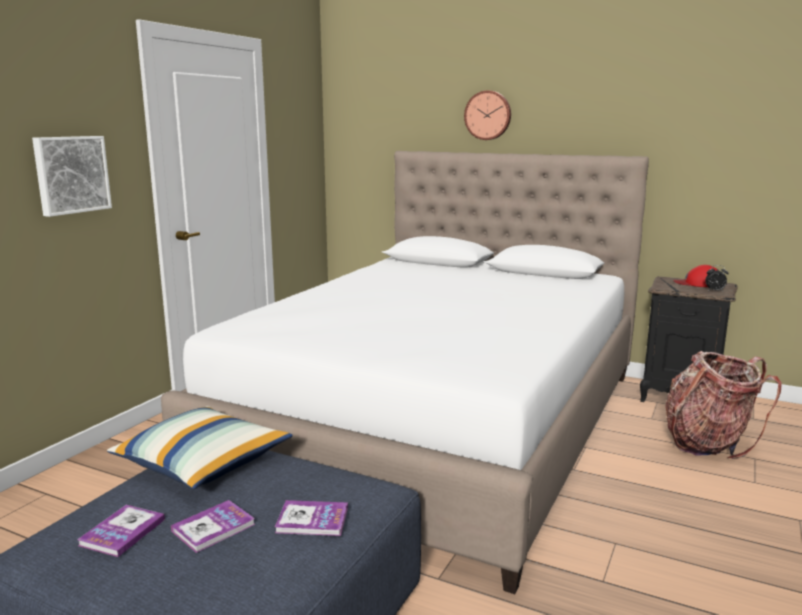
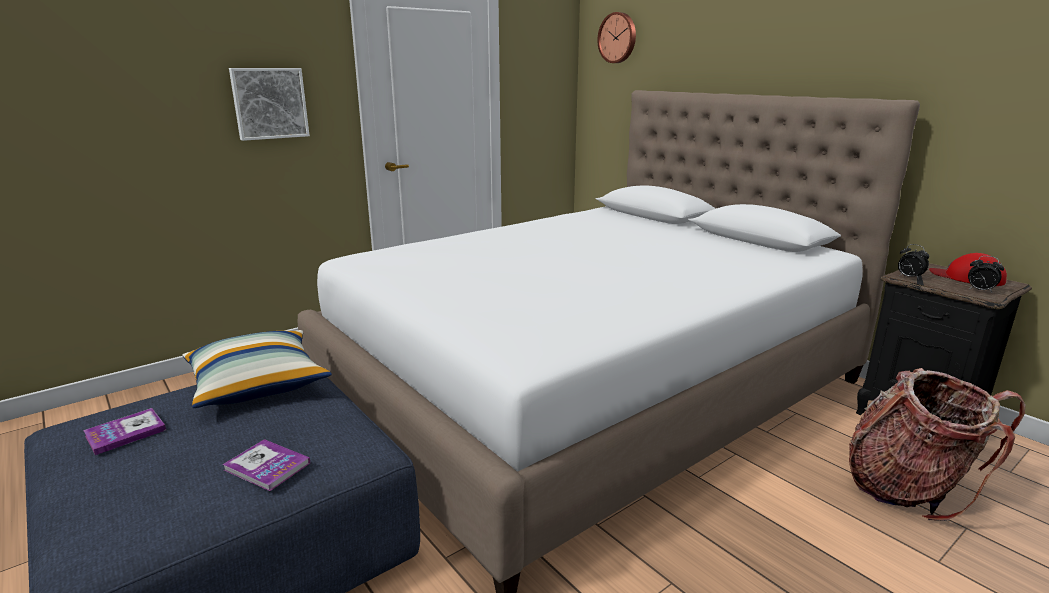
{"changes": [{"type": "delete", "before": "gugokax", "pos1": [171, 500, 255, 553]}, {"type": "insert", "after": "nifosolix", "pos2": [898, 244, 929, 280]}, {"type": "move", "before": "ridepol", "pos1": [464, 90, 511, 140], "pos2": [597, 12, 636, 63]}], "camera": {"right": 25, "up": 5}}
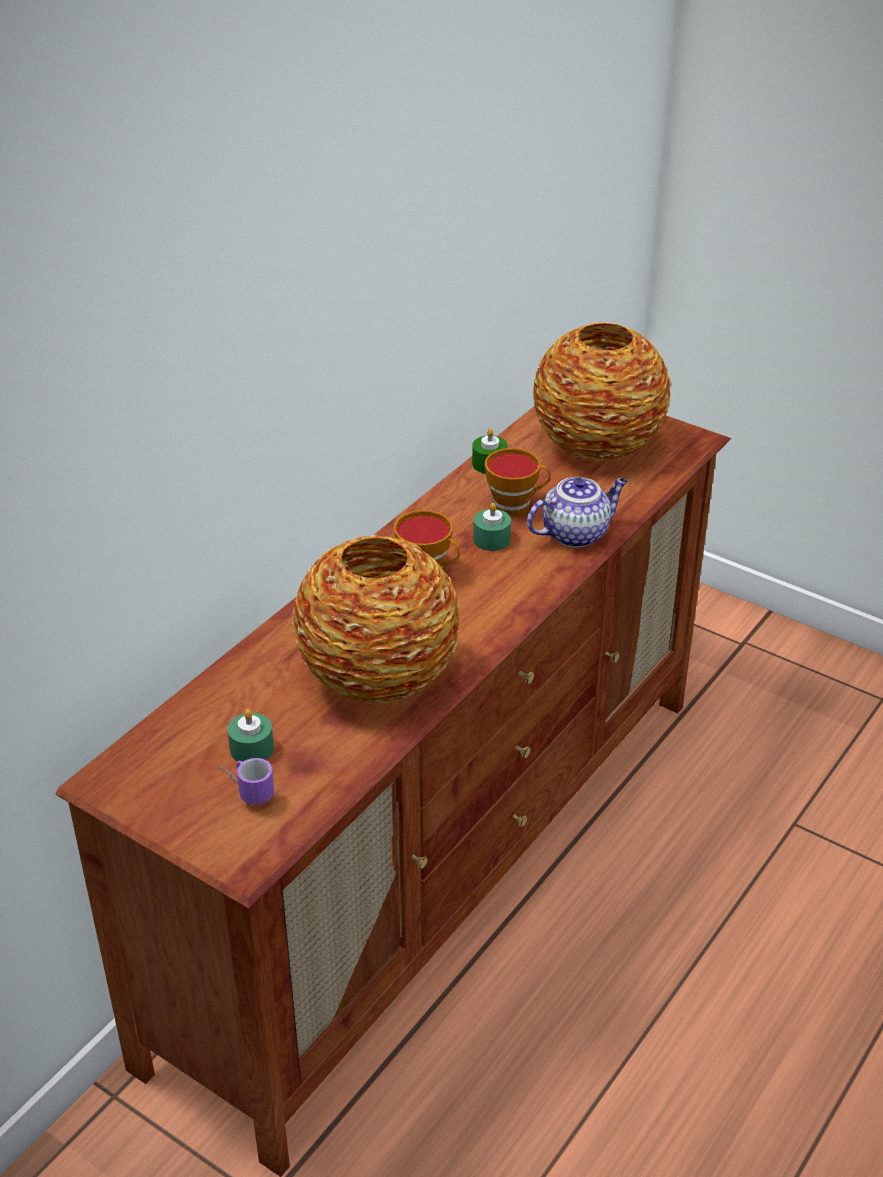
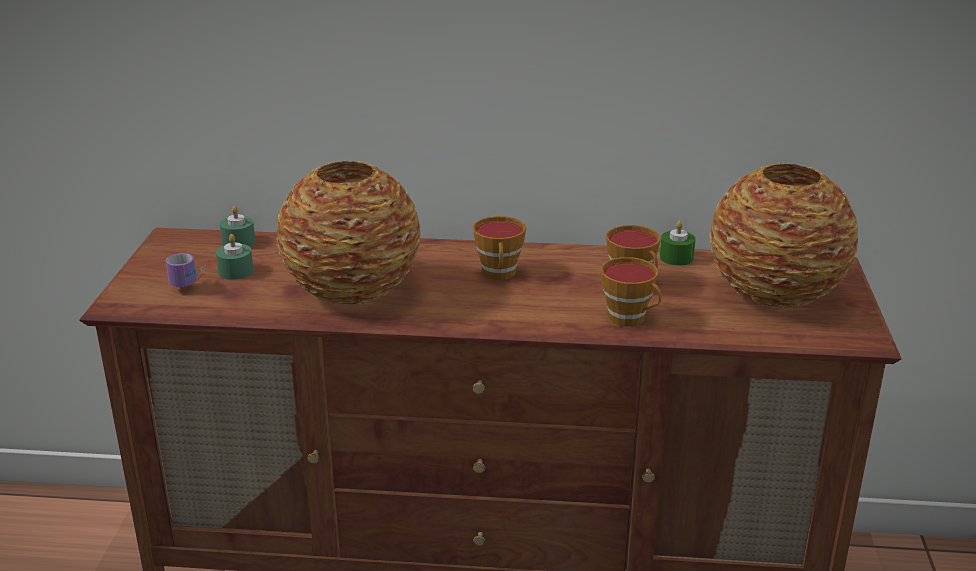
{"changes": [{"type": "move", "before": "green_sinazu", "pos1": [473, 503, 511, 551], "pos2": [220, 206, 255, 247]}, {"type": "replace", "before": "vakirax", "after": "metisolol", "pos1": [527, 477, 628, 548], "pos2": [600, 257, 662, 327]}], "camera": {"right": 60, "up": -10}}
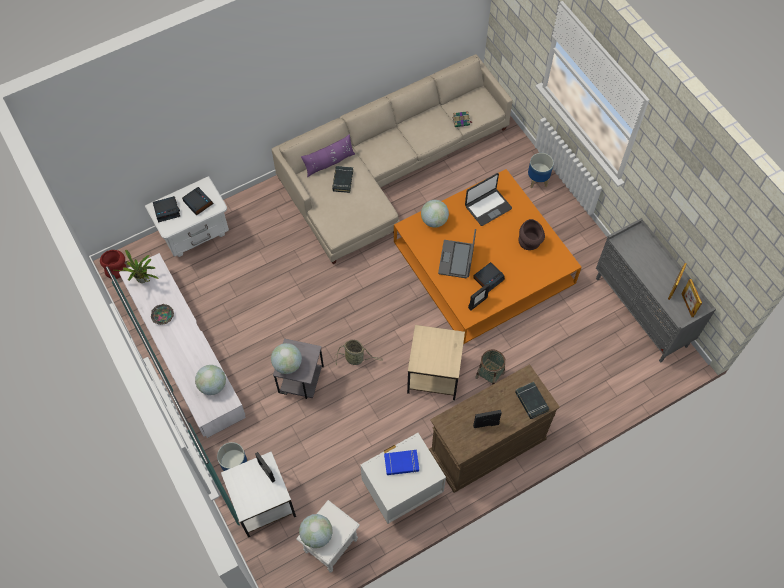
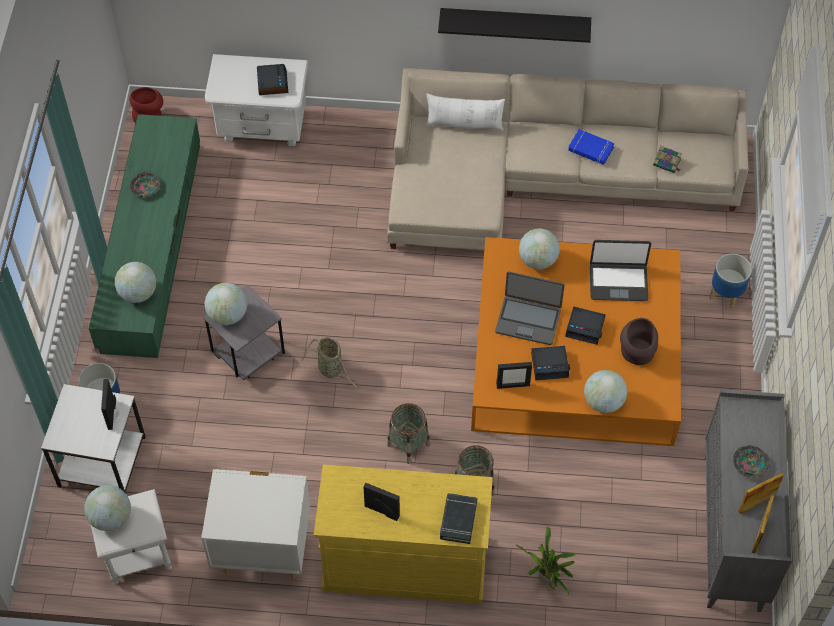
{"changes": [{"type": "delete", "before": "black_gugokax", "pos1": [332, 166, 353, 193]}, {"type": "insert", "after": "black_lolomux", "pos2": [438, 8, 591, 43]}, {"type": "insert", "after": "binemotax", "pos2": [584, 370, 627, 413]}, {"type": "insert", "after": "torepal", "pos2": [733, 445, 770, 478]}, {"type": "move", "before": "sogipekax", "pos1": [114, 250, 159, 283], "pos2": [516, 527, 575, 594]}, {"type": "move", "before": "nifosolix", "pos1": [153, 196, 180, 223], "pos2": [565, 306, 606, 345]}, {"type": "move", "before": "blue_gugokax", "pos1": [384, 450, 419, 475], "pos2": [568, 129, 615, 165]}, {"type": "replace", "before": "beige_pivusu", "after": "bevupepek", "pos1": [407, 325, 465, 400], "pos2": [387, 403, 430, 464]}, {"type": "recolor", "before": "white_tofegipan", "after": "green_tofegipan", "pos1": [119, 253, 246, 438], "pos2": [89, 114, 200, 358]}, {"type": "recolor", "before": "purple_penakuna", "after": "white_penakuna", "pos1": [301, 134, 355, 177], "pos2": [426, 93, 505, 131]}, {"type": "recolor", "before": "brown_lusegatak", "after": "yellow_lusegatak", "pos1": [429, 364, 560, 493], "pos2": [314, 464, 493, 604]}, {"type": "rotate", "before": "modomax", "pos1": [438, 229, 476, 278], "pos2": [495, 271, 565, 345], "turn": -120}], "camera": {"right": 35, "up": -5}}
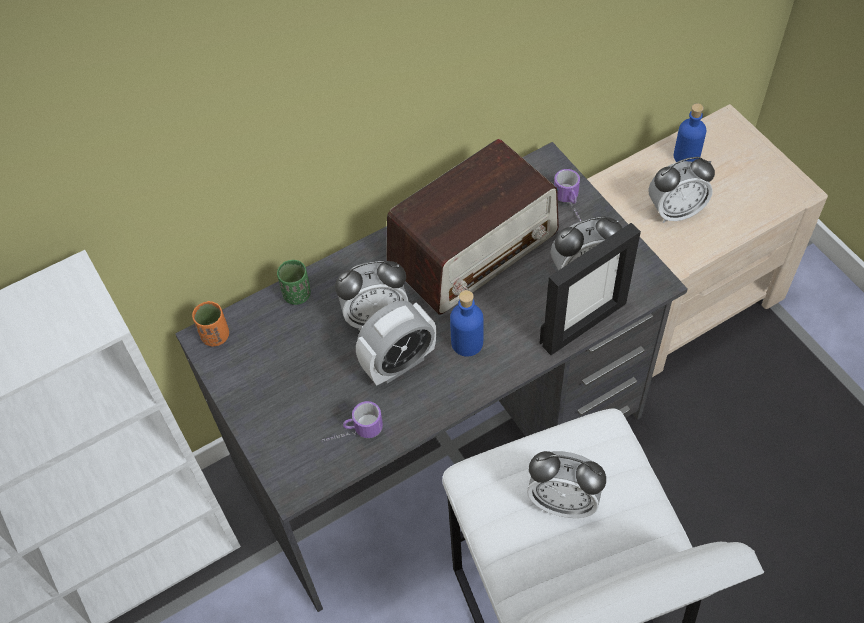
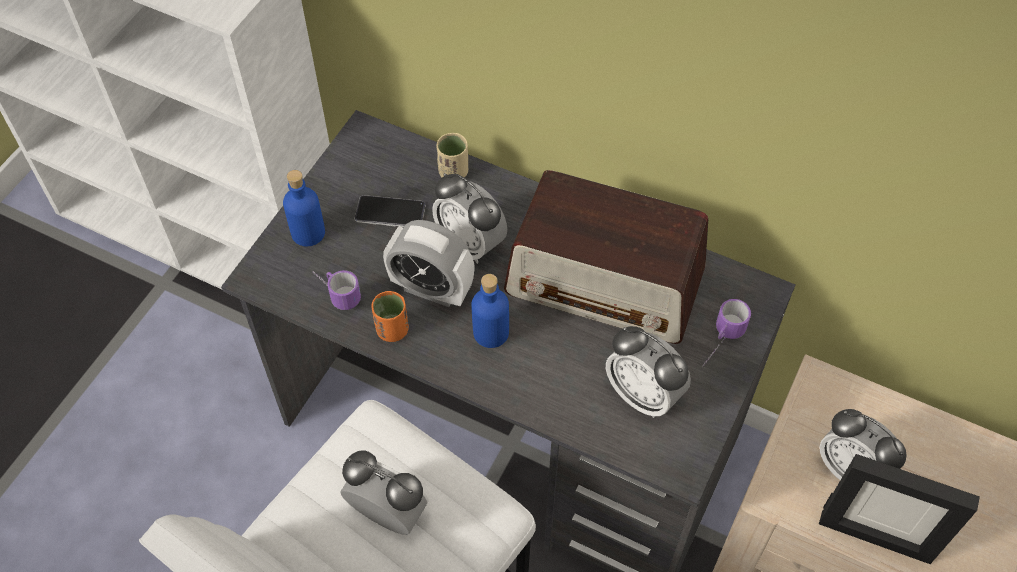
{"changes": [{"type": "insert", "after": "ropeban", "pos2": [355, 195, 426, 227]}, {"type": "move", "before": "orange_metisolol", "pos1": [192, 301, 229, 346], "pos2": [372, 291, 409, 342]}, {"type": "move", "before": "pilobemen", "pos1": [539, 223, 641, 355], "pos2": [819, 454, 980, 564]}, {"type": "move", "before": "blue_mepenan", "pos1": [674, 103, 706, 162], "pos2": [283, 170, 325, 246]}, {"type": "recolor", "before": "green_metisolol", "after": "beige_metisolol", "pos1": [277, 260, 311, 305], "pos2": [437, 133, 468, 178]}, {"type": "rotate", "before": "nifosolix", "pos1": [527, 451, 606, 518], "pos2": [340, 451, 429, 535], "turn": 135}], "camera": {"right": 55, "up": 0}}
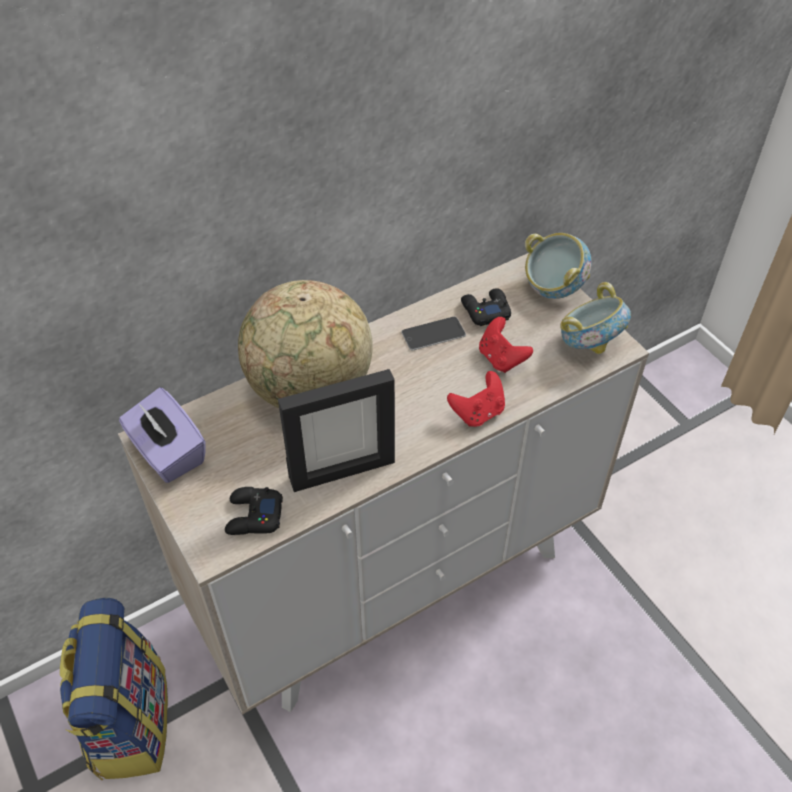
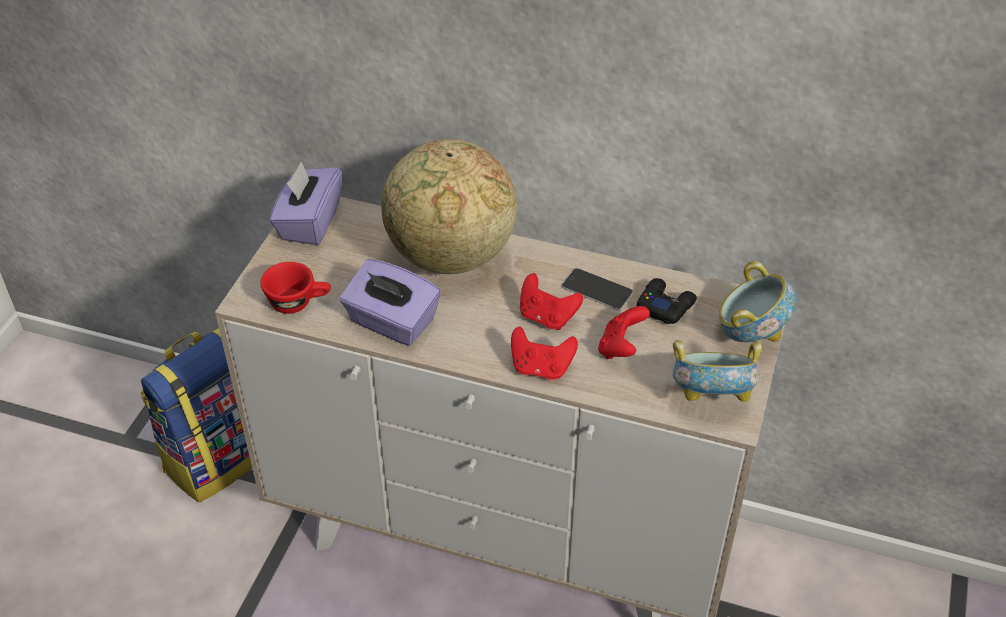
{"changes": [{"type": "insert", "after": "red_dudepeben", "pos2": [520, 273, 583, 330]}, {"type": "replace", "before": "black_dudepeben", "after": "red_metisolol", "pos1": [225, 487, 283, 535], "pos2": [260, 262, 331, 314]}, {"type": "replace", "before": "pilobemen", "after": "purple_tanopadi", "pos1": [278, 369, 395, 492], "pos2": [340, 259, 441, 346]}], "camera": {"right": 50, "up": -5}}
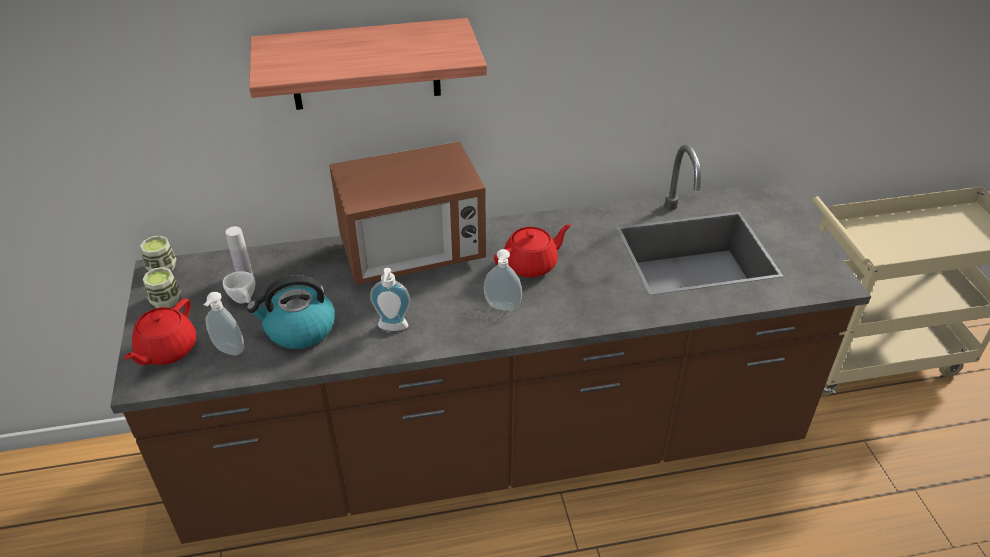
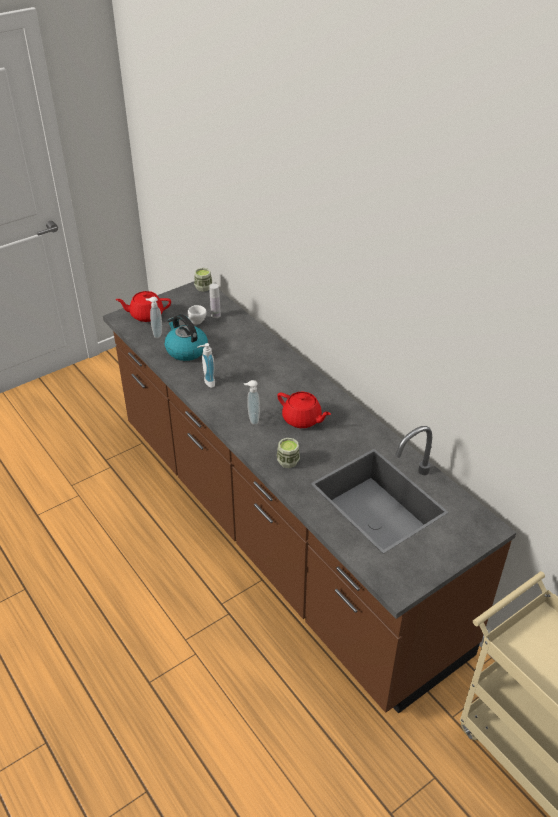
{"changes": [{"type": "delete", "before": "lolomux", "pos1": [249, 18, 487, 110]}, {"type": "delete", "before": "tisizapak", "pos1": [329, 141, 486, 285]}, {"type": "move", "before": "metisolol", "pos1": [143, 267, 181, 308], "pos2": [277, 438, 300, 468]}], "camera": {"right": 65, "up": 0}}
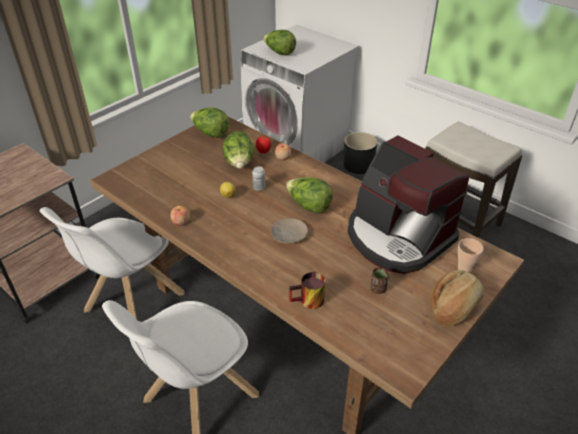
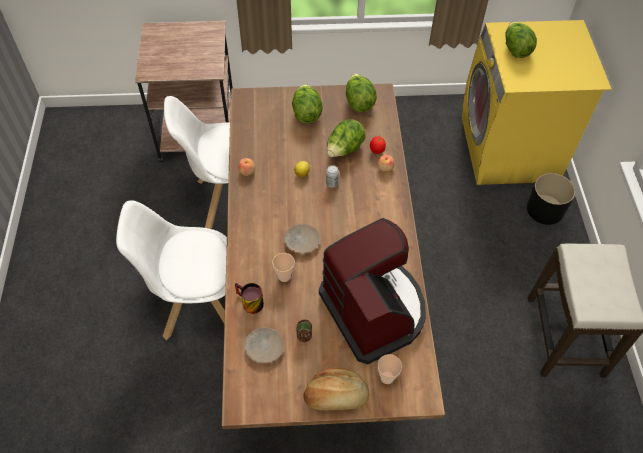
{"changes": [{"type": "insert", "after": "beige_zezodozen", "pos2": [244, 328, 284, 363]}, {"type": "insert", "after": "metisolol", "pos2": [272, 253, 295, 282]}, {"type": "move", "before": "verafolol", "pos1": [286, 177, 333, 214], "pos2": [292, 84, 323, 124]}, {"type": "recolor", "before": "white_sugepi", "after": "yellow_sugepi", "pos1": [241, 25, 359, 163], "pos2": [462, 20, 612, 185]}, {"type": "rotate", "before": "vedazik", "pos1": [348, 135, 469, 274], "pos2": [319, 218, 426, 364], "turn": 150}], "camera": {"right": 45, "up": 15}}
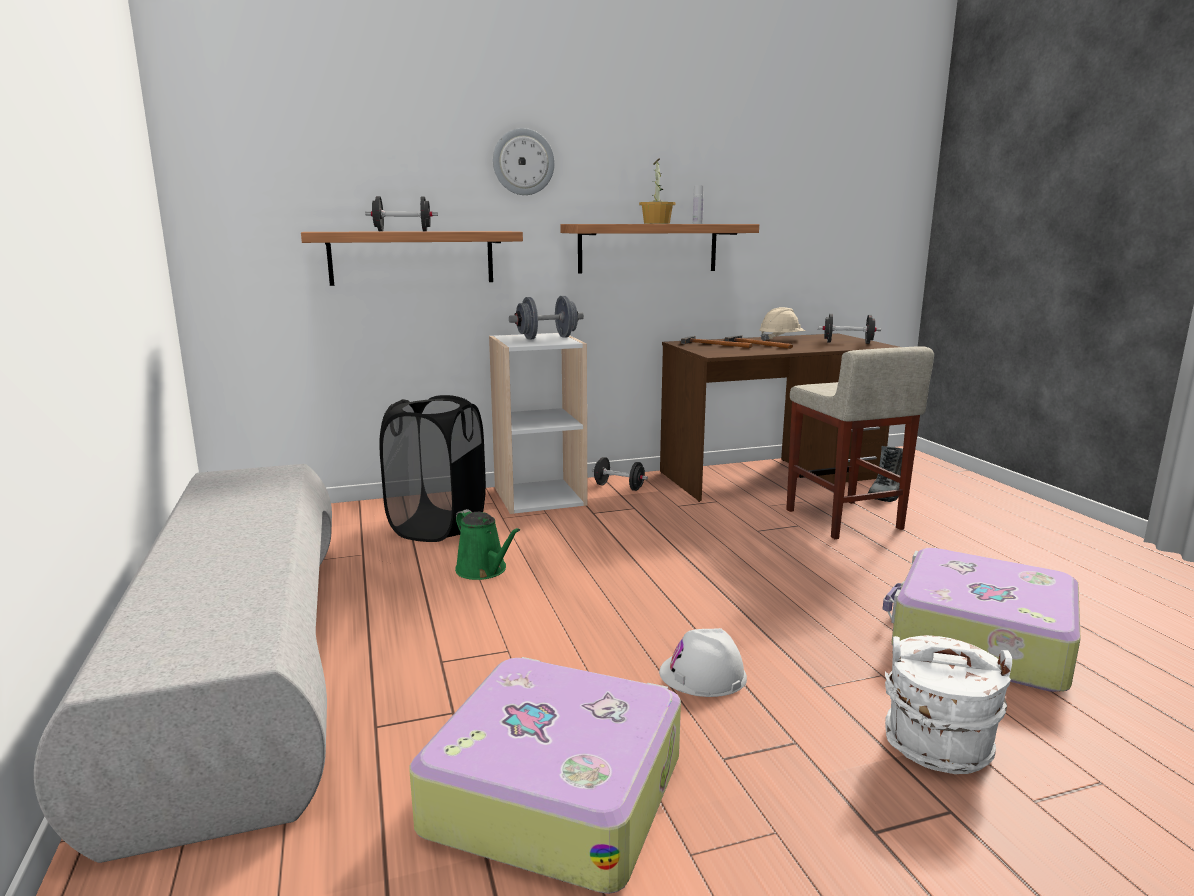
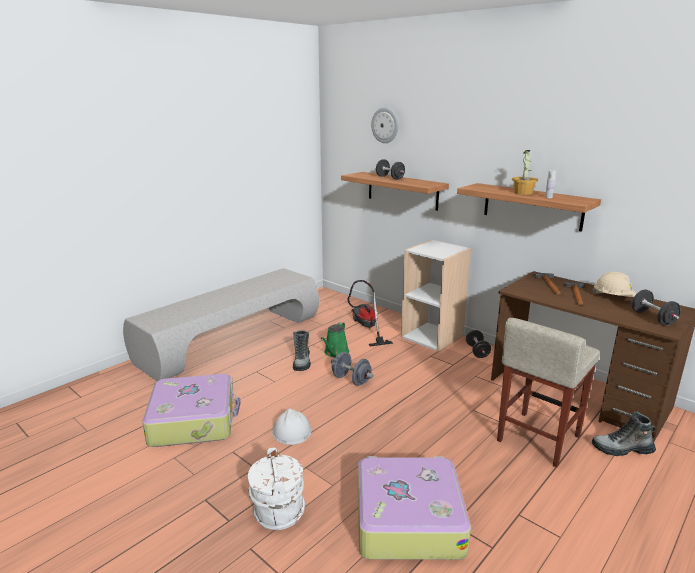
{"changes": [{"type": "insert", "after": "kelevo", "pos2": [293, 331, 311, 371]}, {"type": "move", "before": "ridepol", "pos1": [493, 128, 555, 195], "pos2": [371, 108, 398, 143]}, {"type": "move", "before": "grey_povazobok", "pos1": [509, 296, 584, 340], "pos2": [331, 352, 373, 386]}, {"type": "replace", "before": "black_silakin", "after": "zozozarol", "pos1": [379, 395, 486, 542], "pos2": [347, 280, 393, 347]}], "camera": {"right": 60, "up": 5}}
